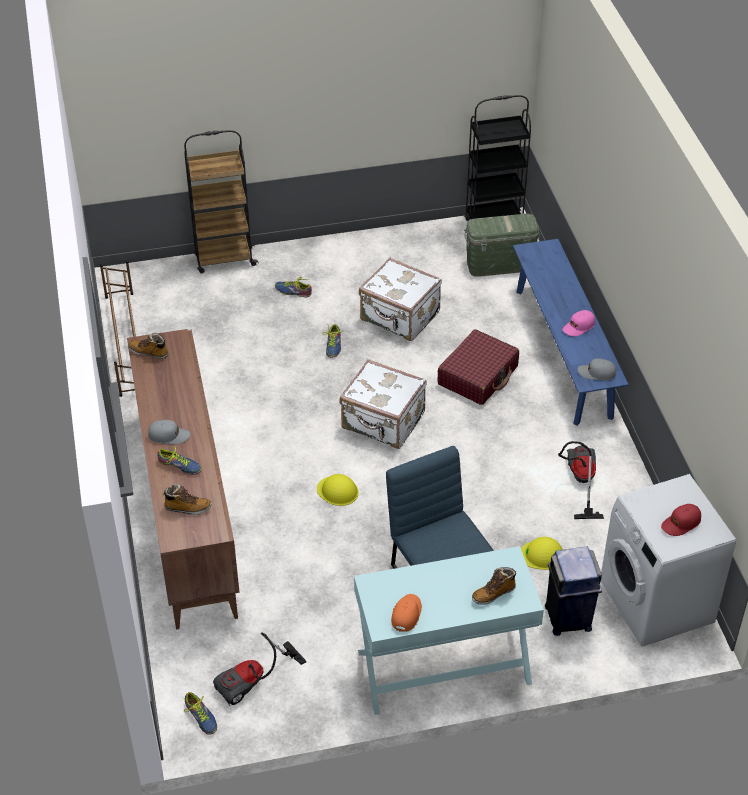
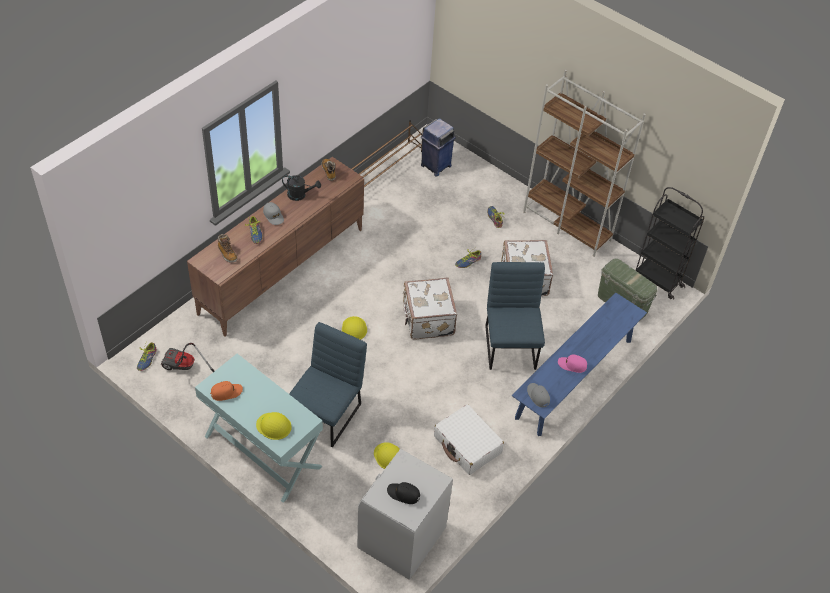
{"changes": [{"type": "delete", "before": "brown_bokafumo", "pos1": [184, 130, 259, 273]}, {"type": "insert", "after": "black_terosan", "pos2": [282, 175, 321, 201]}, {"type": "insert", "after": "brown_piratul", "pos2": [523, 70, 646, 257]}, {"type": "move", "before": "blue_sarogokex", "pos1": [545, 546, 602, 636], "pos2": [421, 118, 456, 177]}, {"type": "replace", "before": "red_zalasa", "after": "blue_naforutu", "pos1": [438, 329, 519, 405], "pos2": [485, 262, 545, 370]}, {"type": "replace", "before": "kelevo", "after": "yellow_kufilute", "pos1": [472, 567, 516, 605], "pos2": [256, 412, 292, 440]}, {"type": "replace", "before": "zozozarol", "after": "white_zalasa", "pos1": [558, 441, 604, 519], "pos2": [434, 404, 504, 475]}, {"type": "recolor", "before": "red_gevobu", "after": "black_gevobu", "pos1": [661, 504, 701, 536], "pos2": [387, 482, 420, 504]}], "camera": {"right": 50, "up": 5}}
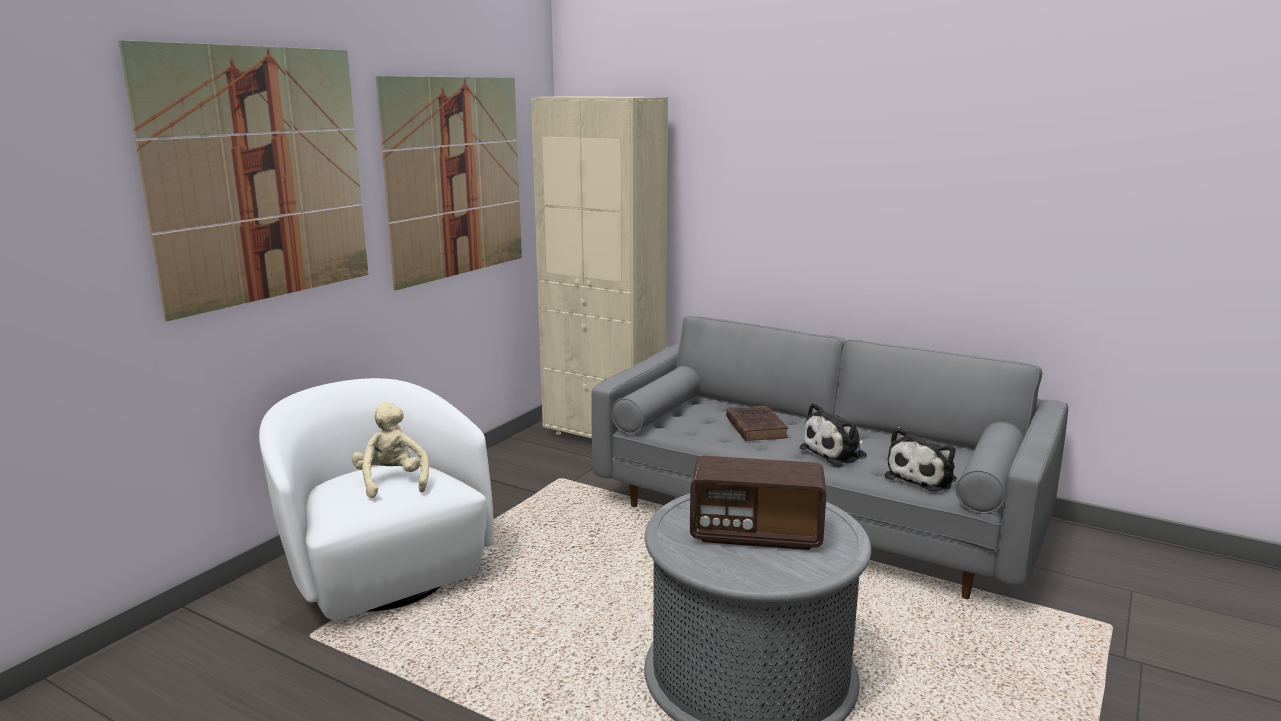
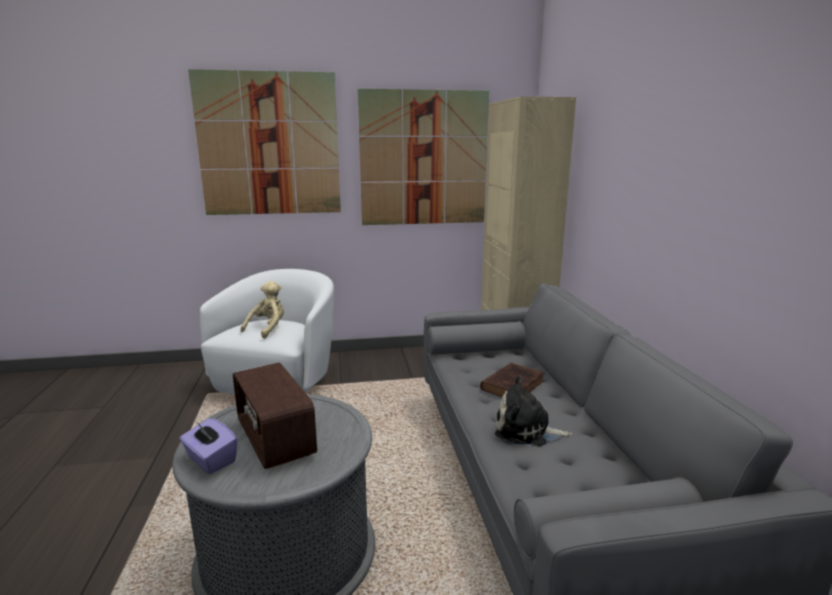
{"changes": [{"type": "delete", "before": "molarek", "pos1": [885, 427, 956, 492]}, {"type": "insert", "after": "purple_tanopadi", "pos2": [180, 418, 238, 474]}], "camera": {"right": 50, "up": 0}}
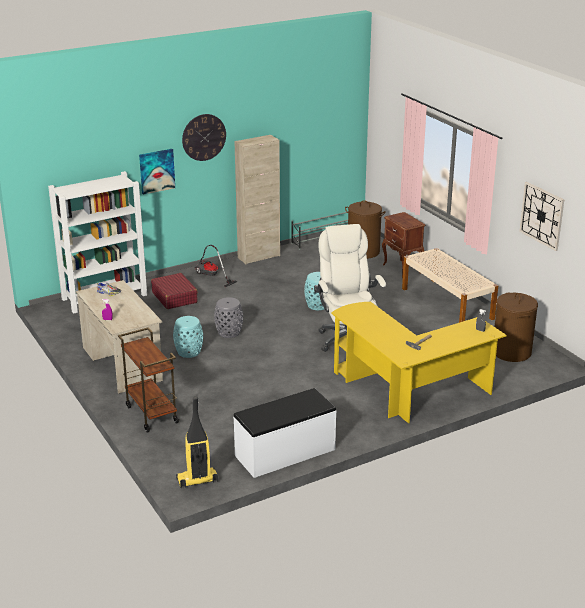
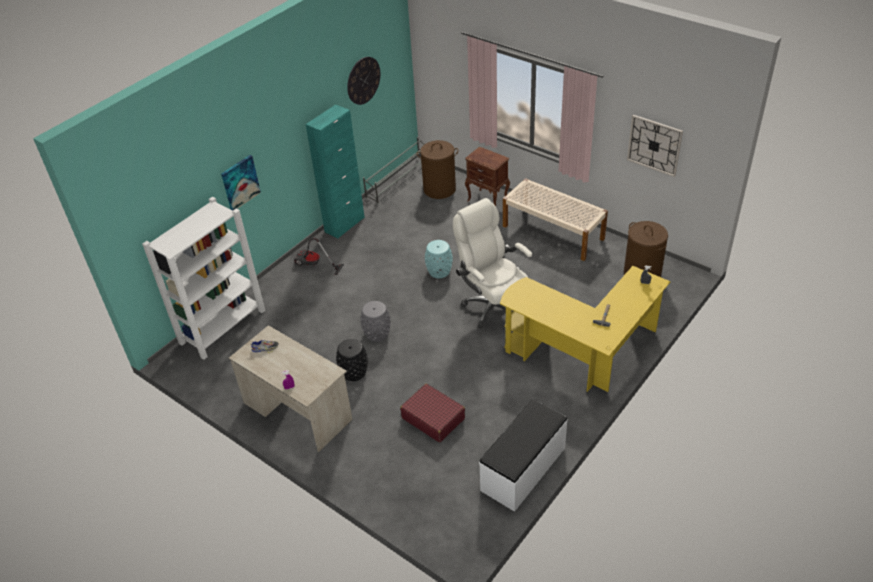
{"changes": [{"type": "delete", "before": "brown_bokafumo", "pos1": [118, 327, 180, 432]}, {"type": "delete", "before": "zozozarol", "pos1": [176, 396, 218, 489]}, {"type": "move", "before": "red_zalasa", "pos1": [151, 273, 198, 309], "pos2": [400, 384, 465, 443]}, {"type": "move", "before": "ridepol", "pos1": [182, 114, 226, 161], "pos2": [347, 57, 380, 105]}, {"type": "recolor", "before": "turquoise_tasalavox", "after": "black_tasalavox", "pos1": [173, 316, 203, 358], "pos2": [336, 339, 368, 381]}, {"type": "recolor", "before": "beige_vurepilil", "after": "turquoise_vurepilil", "pos1": [234, 135, 280, 264], "pos2": [306, 104, 365, 239]}], "camera": {"right": -20, "up": 15}}
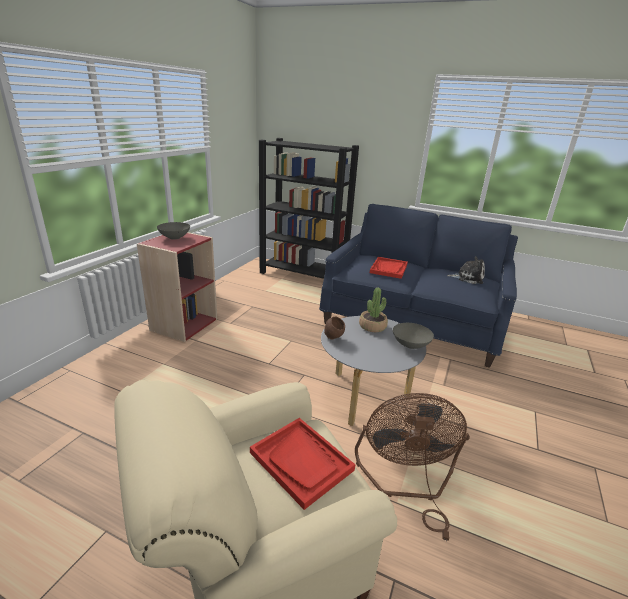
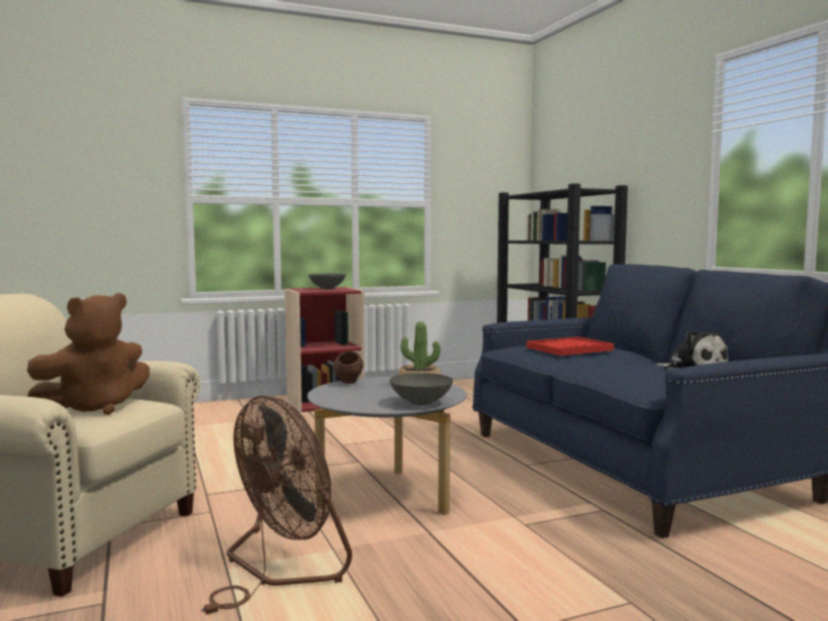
{"changes": [{"type": "replace", "before": "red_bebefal", "after": "brown_molarek", "pos1": [250, 418, 355, 510], "pos2": [27, 293, 150, 415]}], "camera": {"right": 45, "up": -20}}
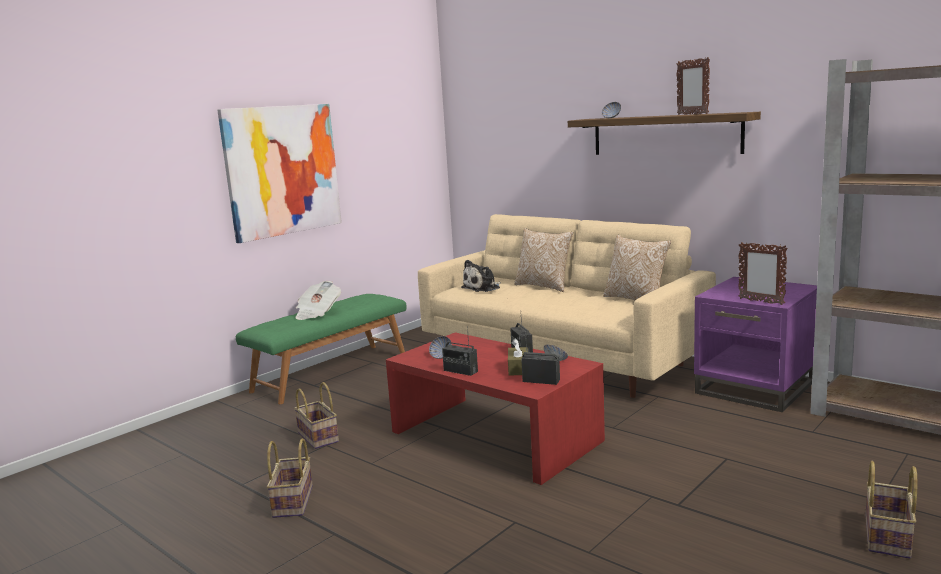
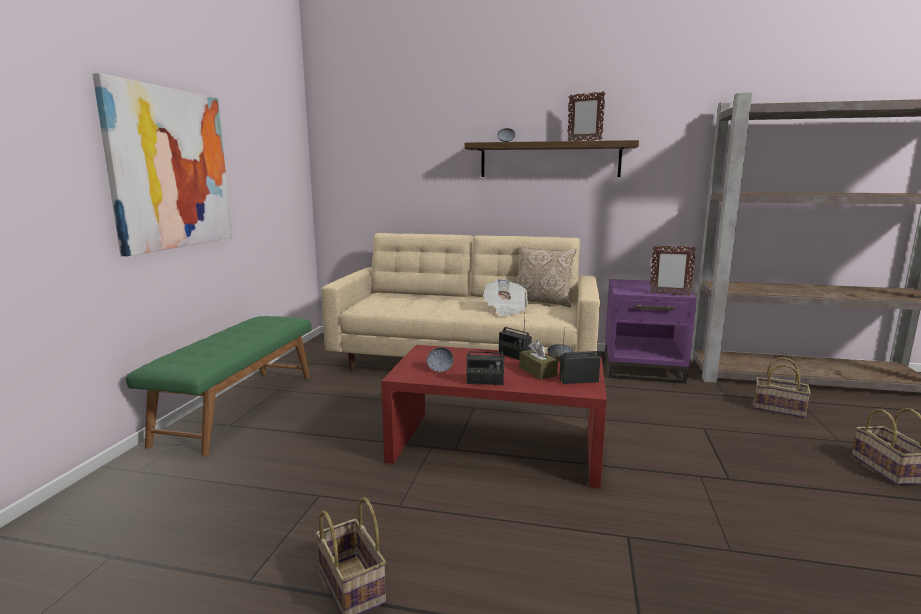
{"changes": [{"type": "delete", "before": "molarek", "pos1": [461, 260, 501, 292]}, {"type": "delete", "before": "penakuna", "pos1": [514, 228, 573, 292]}, {"type": "move", "before": "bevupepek", "pos1": [294, 382, 339, 449], "pos2": [754, 357, 811, 418]}, {"type": "move", "before": "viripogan", "pos1": [295, 281, 341, 320], "pos2": [483, 279, 528, 316]}], "camera": {"right": -30, "up": 0}}
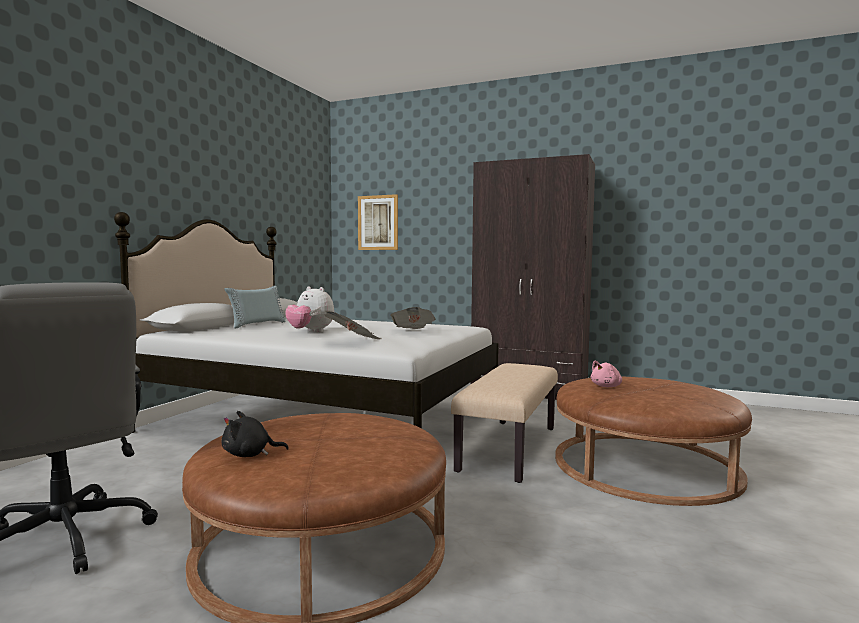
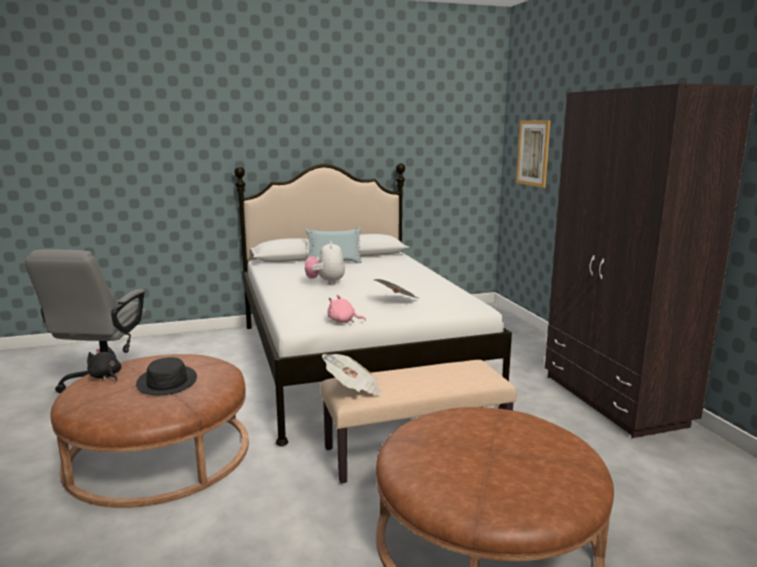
{"changes": [{"type": "insert", "after": "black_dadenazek", "pos2": [136, 357, 197, 395]}, {"type": "move", "before": "viripogan", "pos1": [325, 311, 381, 339], "pos2": [322, 354, 381, 396]}, {"type": "move", "before": "pink_molarek", "pos1": [591, 360, 622, 387], "pos2": [327, 294, 366, 323]}], "camera": {"right": 50, "up": 10}}
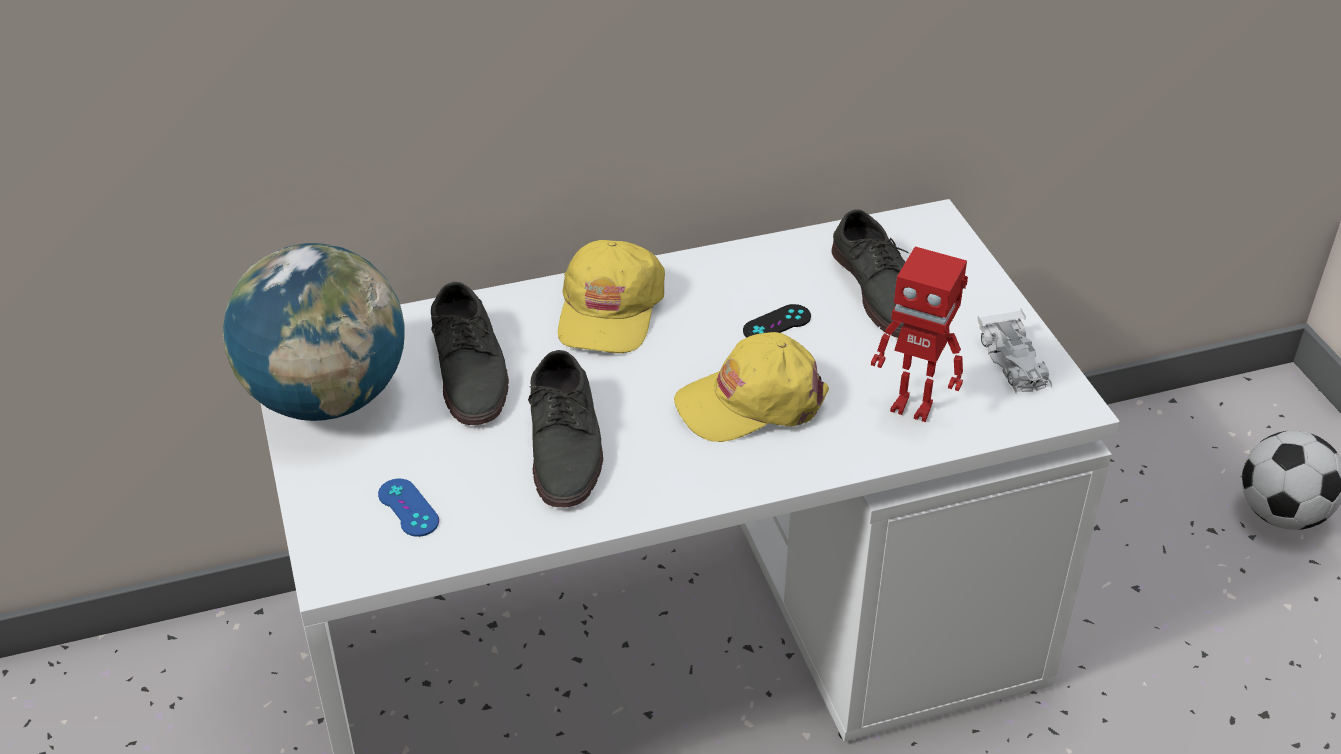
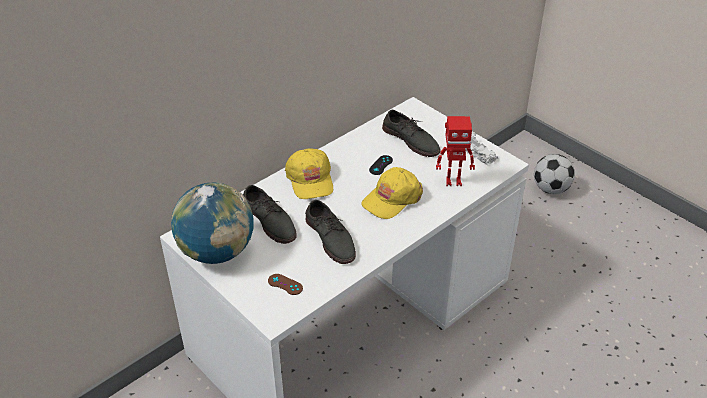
{"changes": [{"type": "recolor", "before": "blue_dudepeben", "after": "brown_dudepeben", "pos1": [378, 479, 439, 537], "pos2": [268, 274, 303, 295]}], "camera": {"right": -25, "up": 0}}
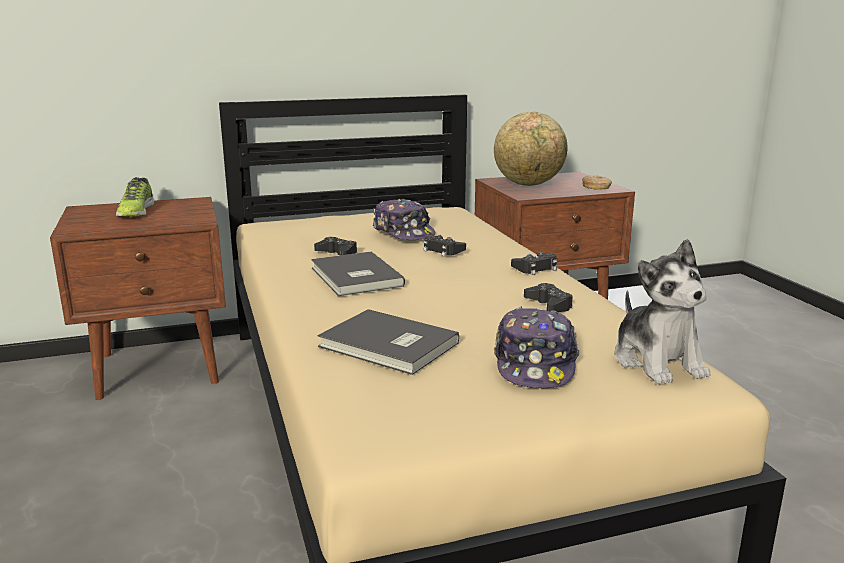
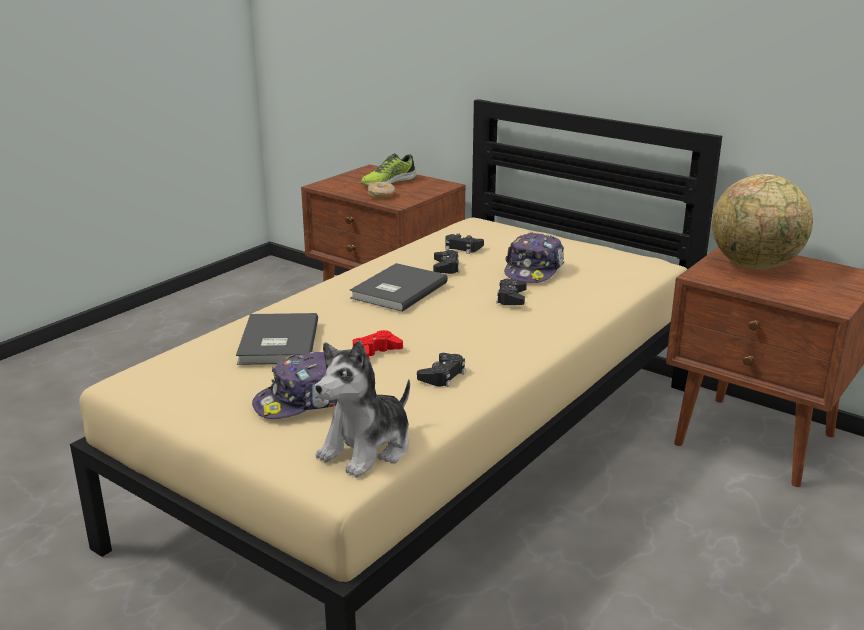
{"changes": [{"type": "insert", "after": "red_dudepeben", "pos2": [353, 330, 403, 358]}, {"type": "move", "before": "black_dudepeben", "pos1": [511, 252, 557, 275], "pos2": [445, 233, 484, 254]}, {"type": "move", "before": "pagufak", "pos1": [582, 175, 612, 190], "pos2": [367, 182, 395, 199]}], "camera": {"right": 55, "up": 5}}
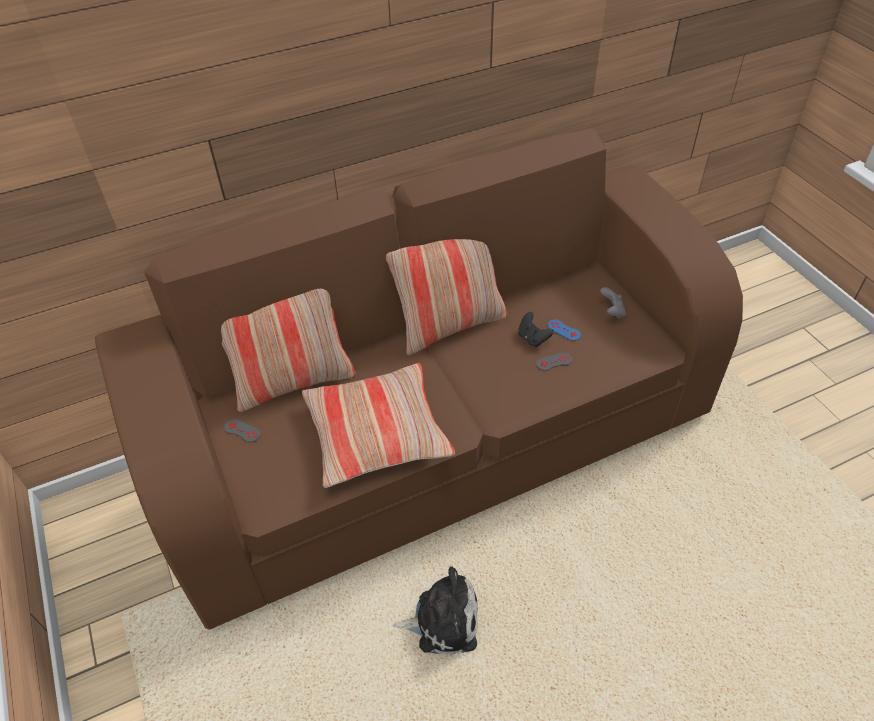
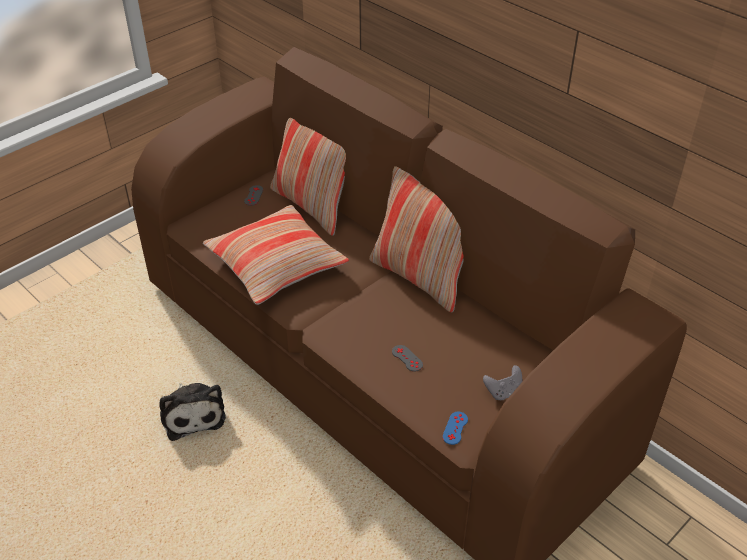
{"changes": [{"type": "delete", "before": "black_dudepeben", "pos1": [518, 312, 554, 347]}, {"type": "move", "before": "blue_dudepeben", "pos1": [547, 320, 581, 341], "pos2": [442, 412, 468, 445]}], "camera": {"right": 70, "up": -5}}
